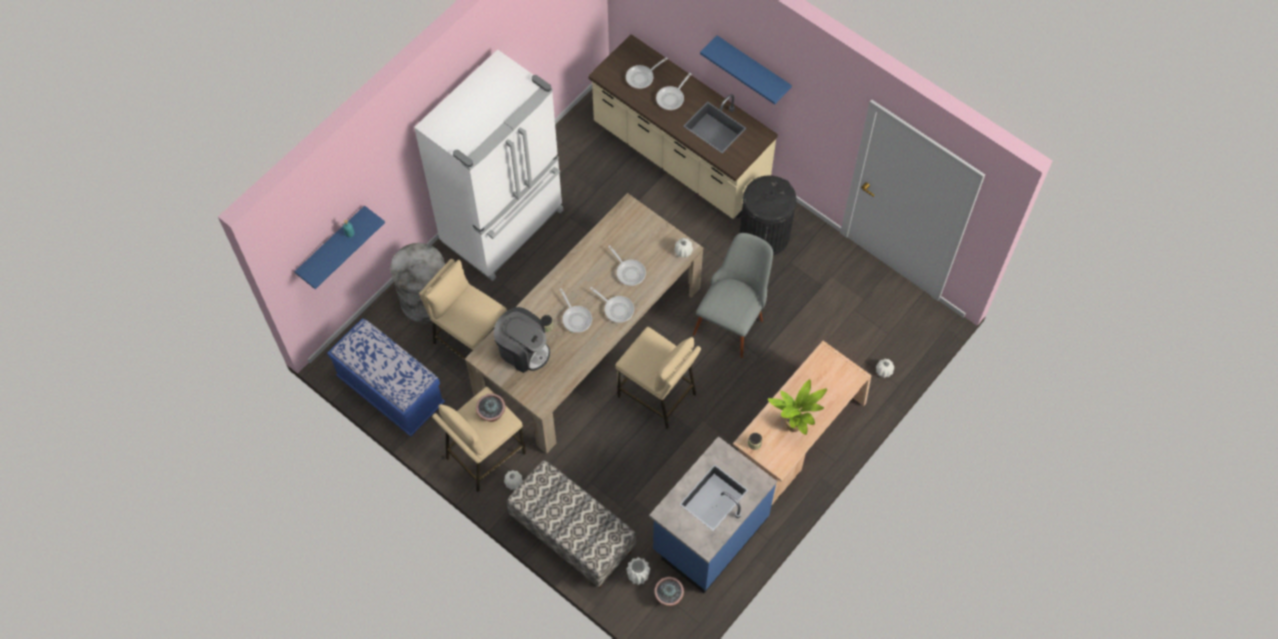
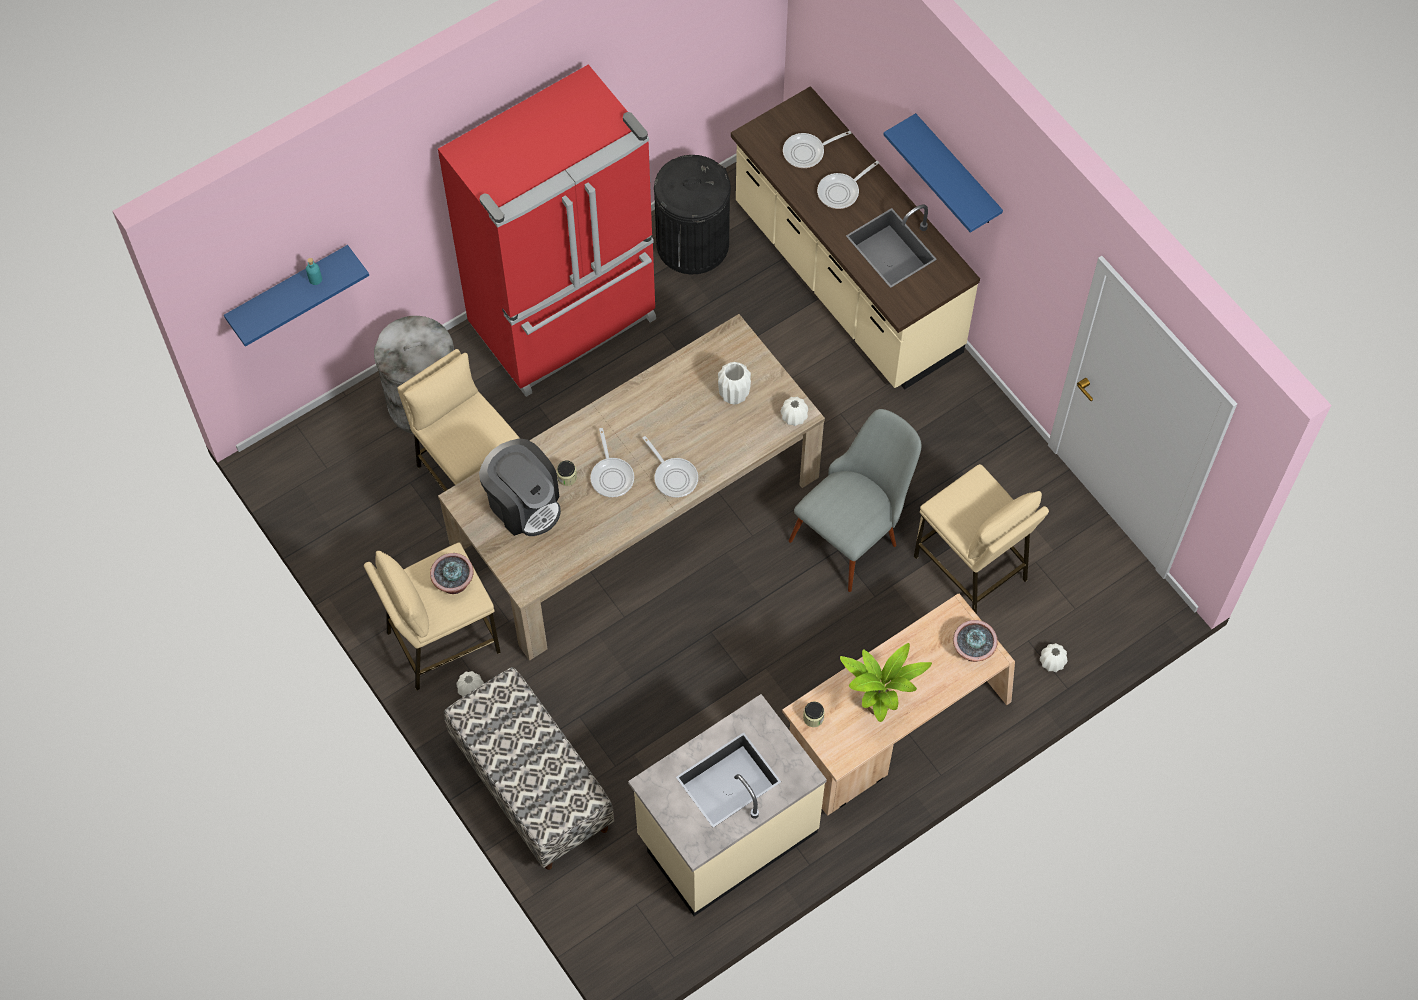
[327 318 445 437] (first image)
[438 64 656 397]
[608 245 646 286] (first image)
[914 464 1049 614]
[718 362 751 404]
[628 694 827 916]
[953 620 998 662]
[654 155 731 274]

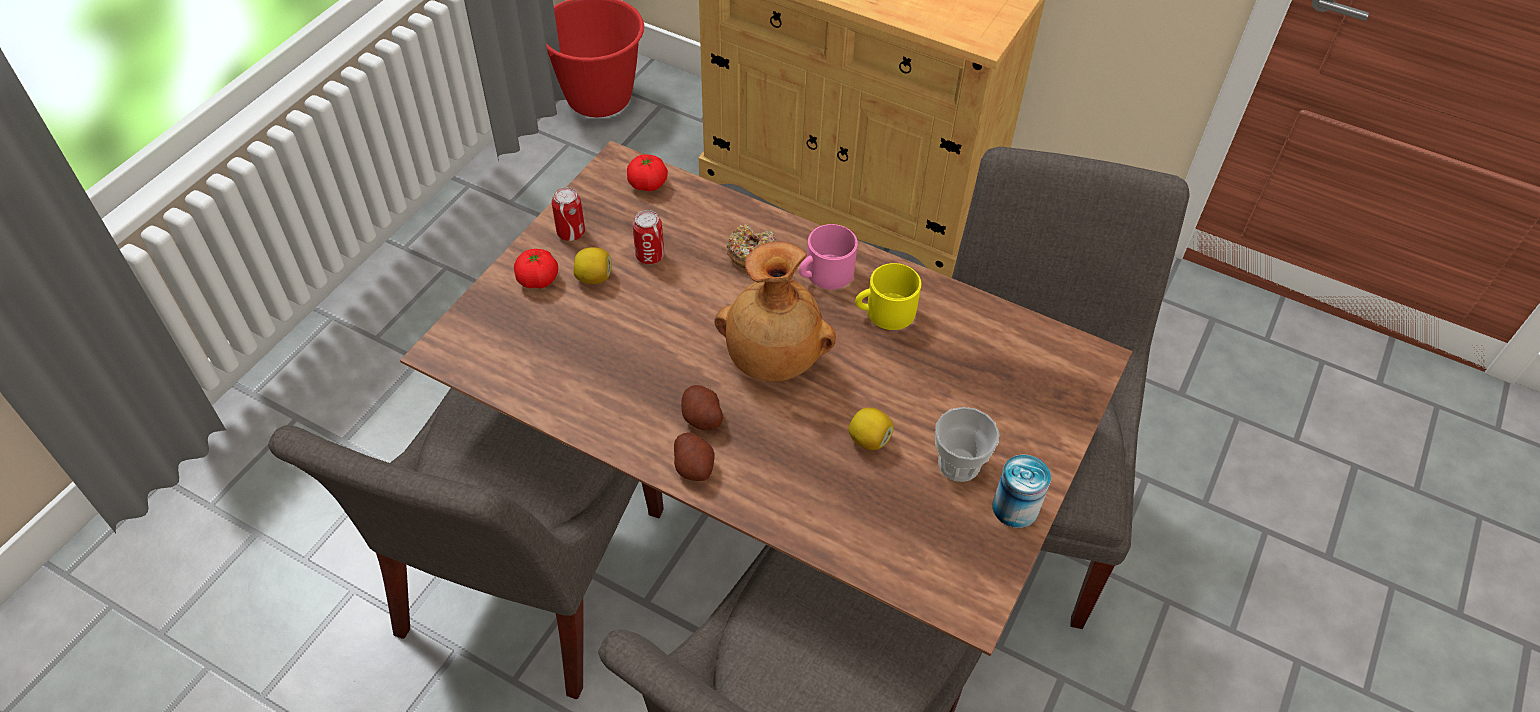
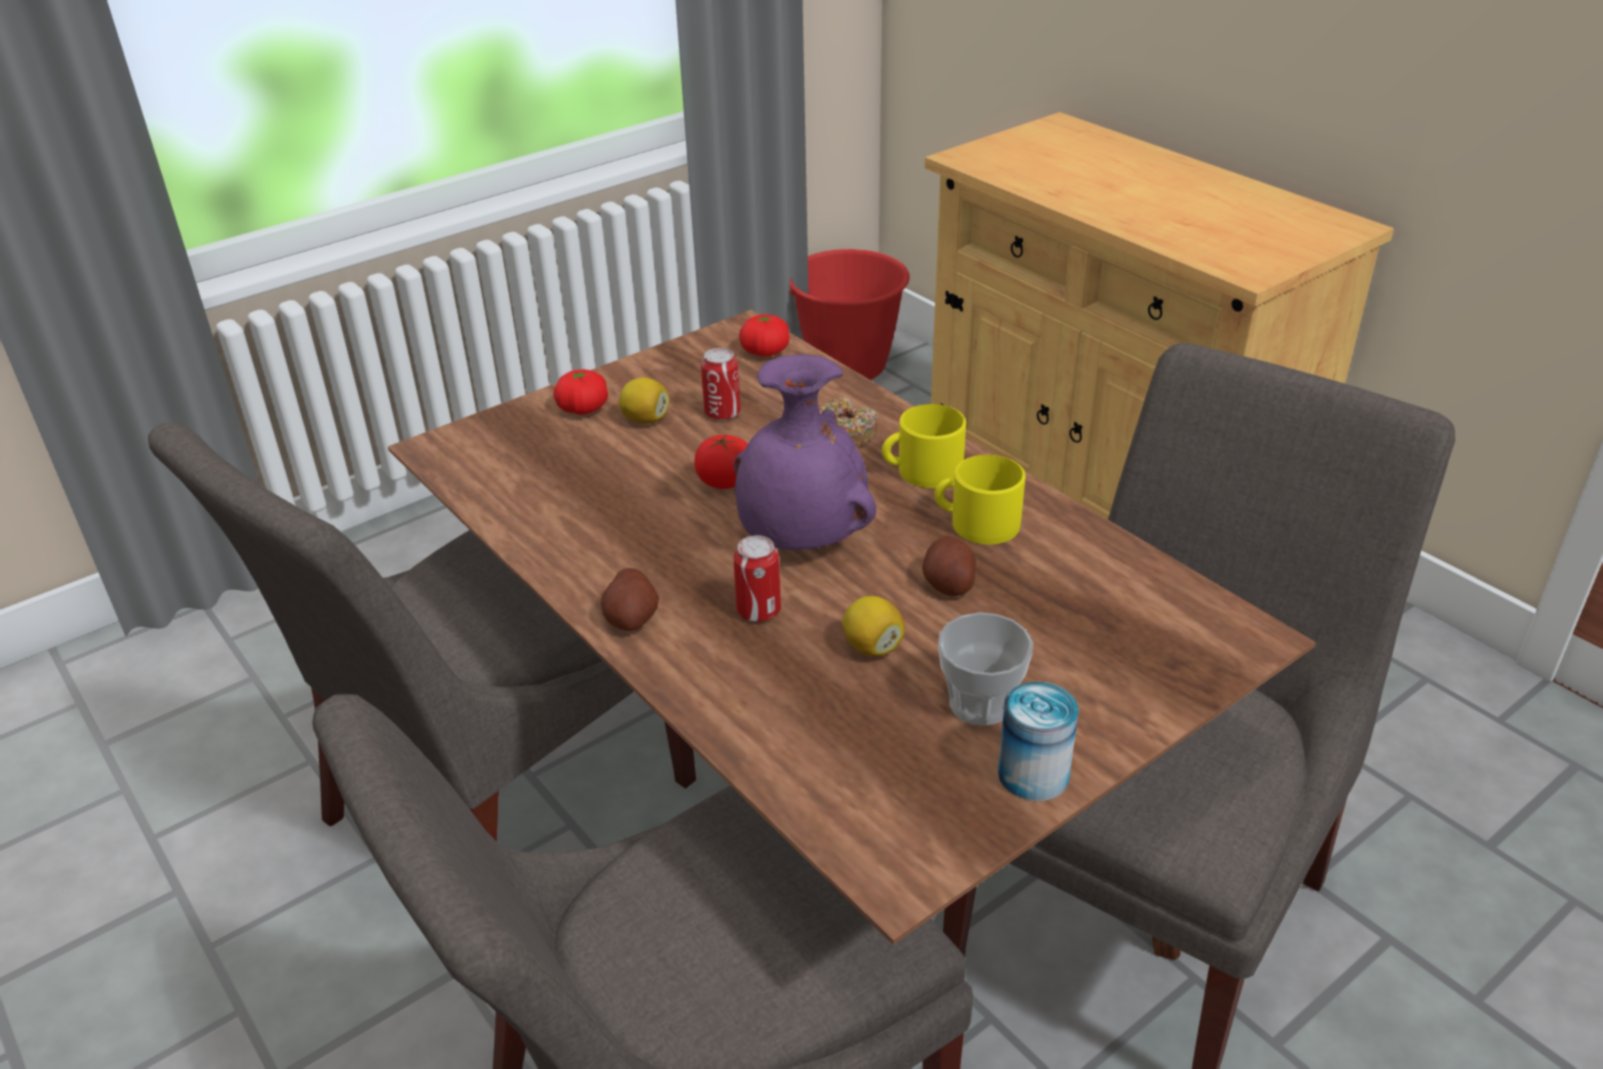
[734 535 781 622]
[922 536 976 596]
[734 354 876 550]
[882 404 966 488]
[694 434 748 489]

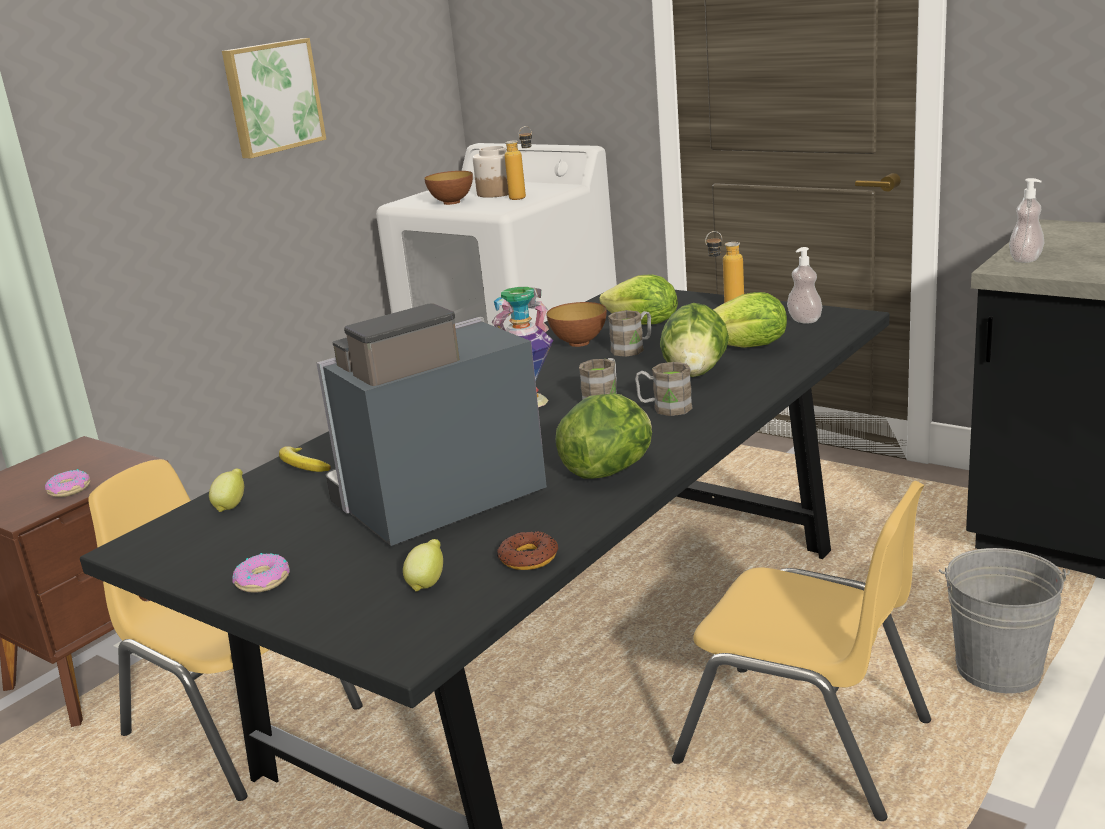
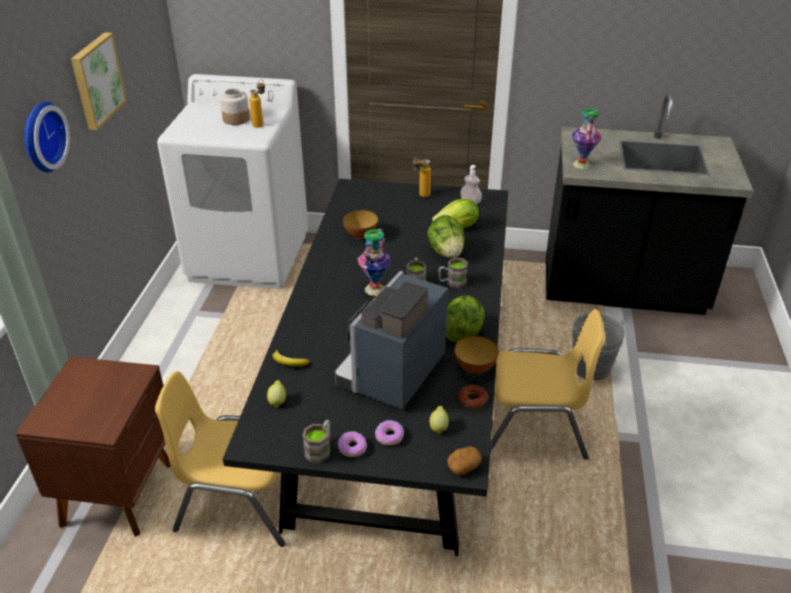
[375 420 404 445]
[454 336 499 374]
[600 275 678 325] (first image)
[302 420 331 463]
[572 108 601 169]
[24 102 70 172]
[447 446 481 475]

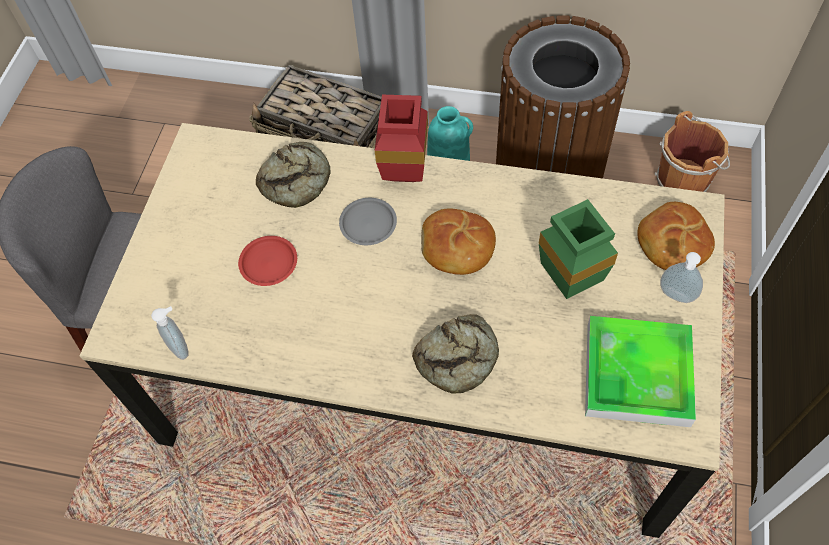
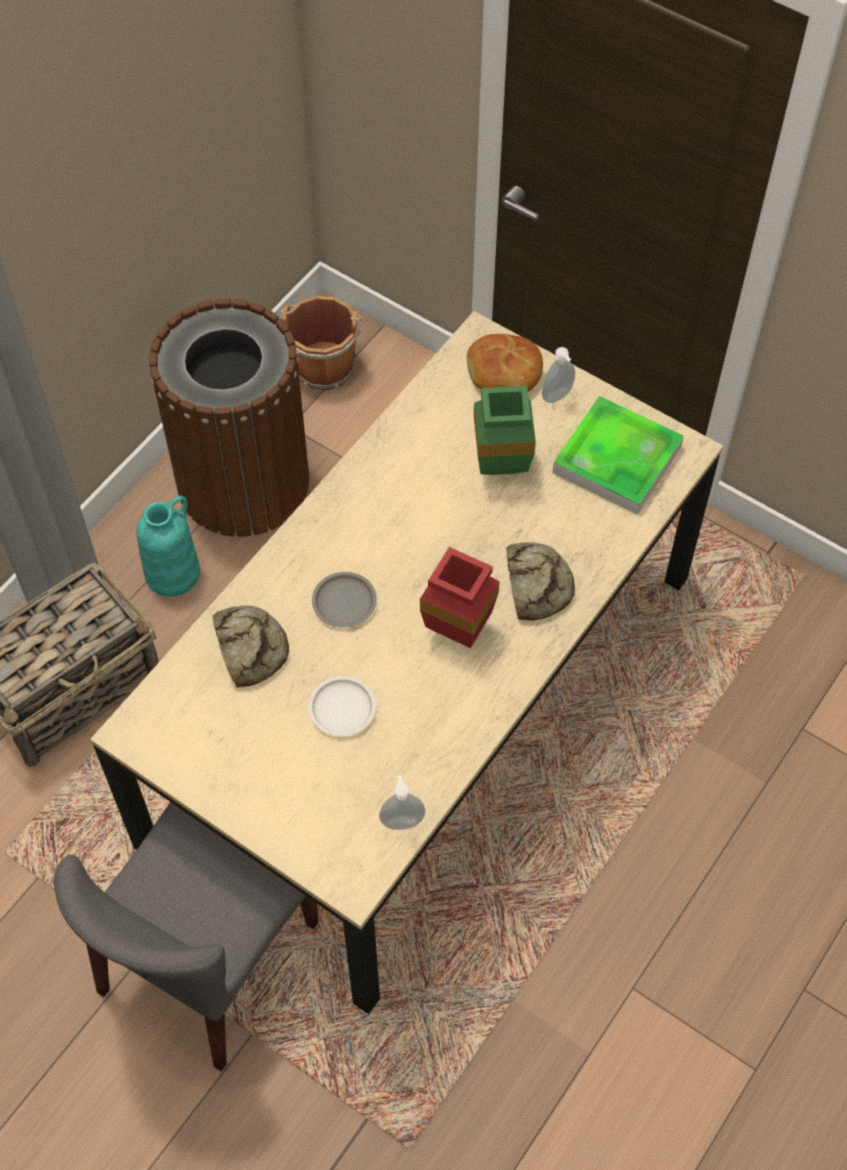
[308 676 376 736]
[420 547 500 648]
[421 209 496 275] (first image)

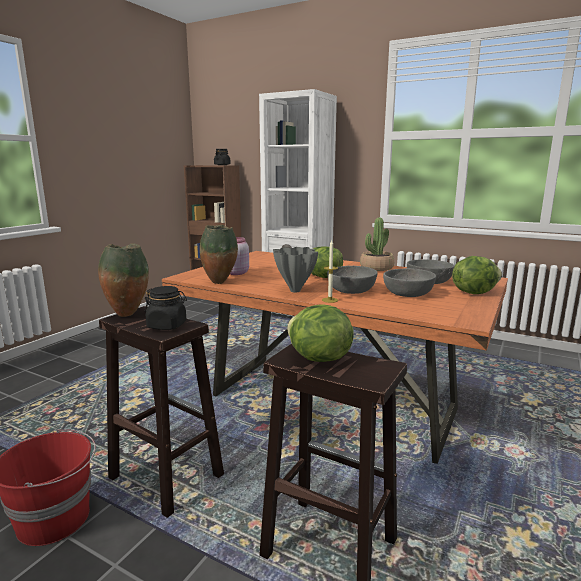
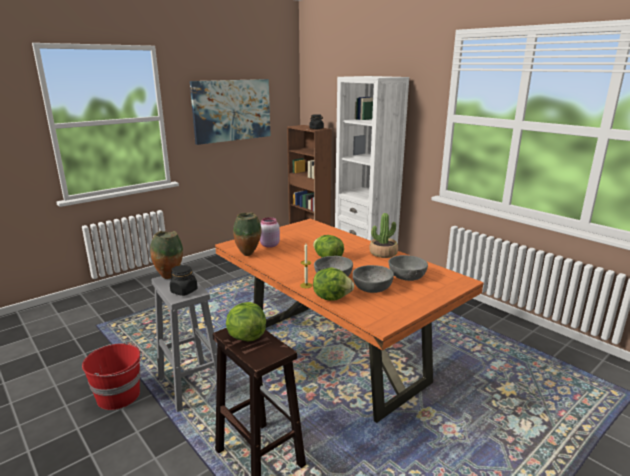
[151 276 217 412]
[273 247 318 292] (first image)
[313 267 354 301]
[190 79 271 145]

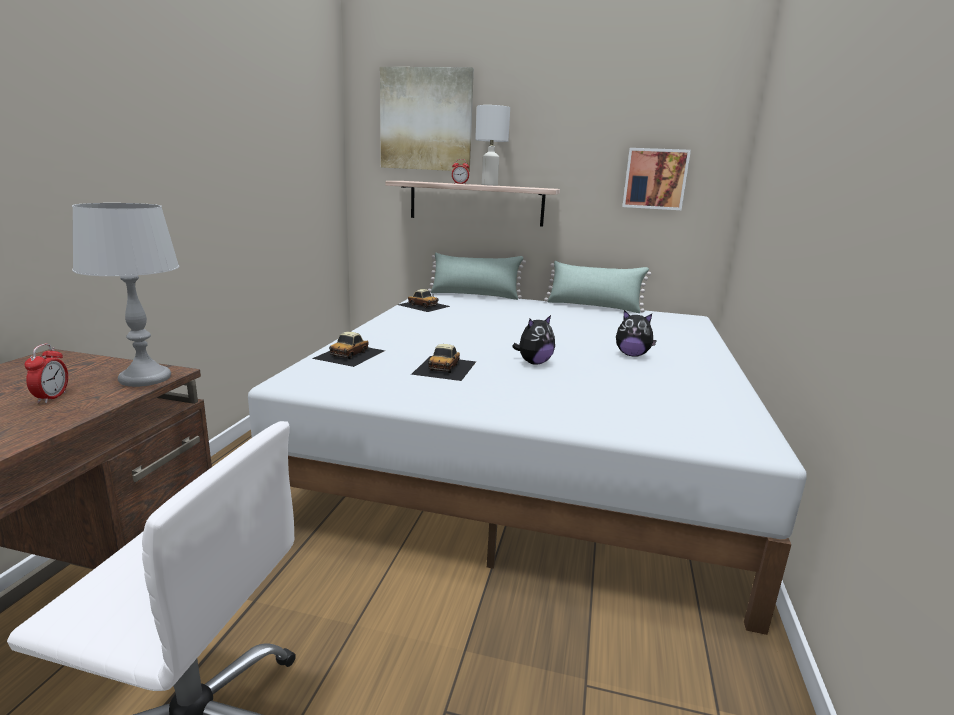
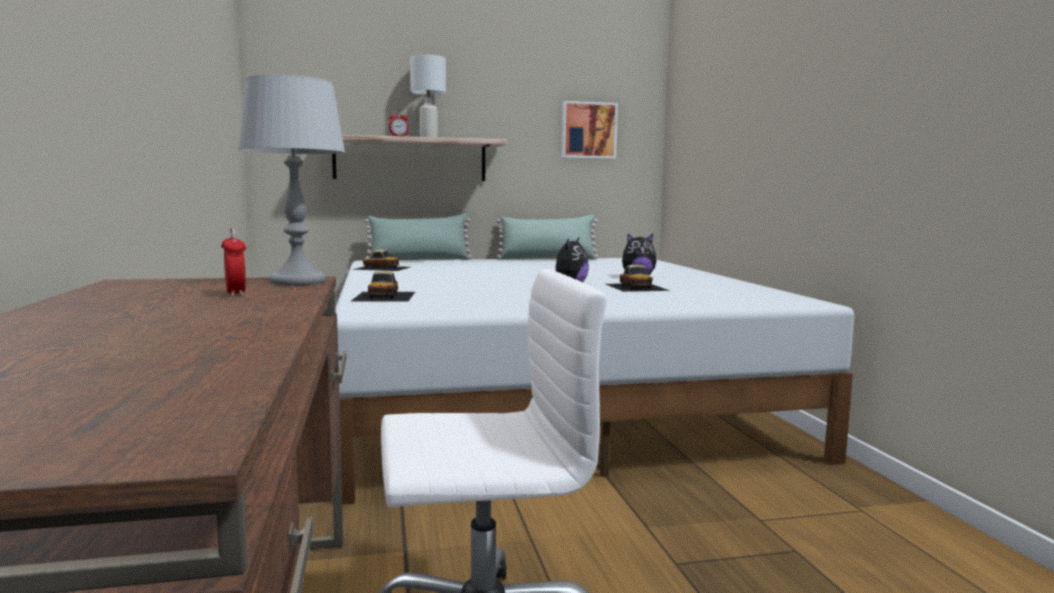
[380 67 474 172] (first image)
[606 265 670 292]

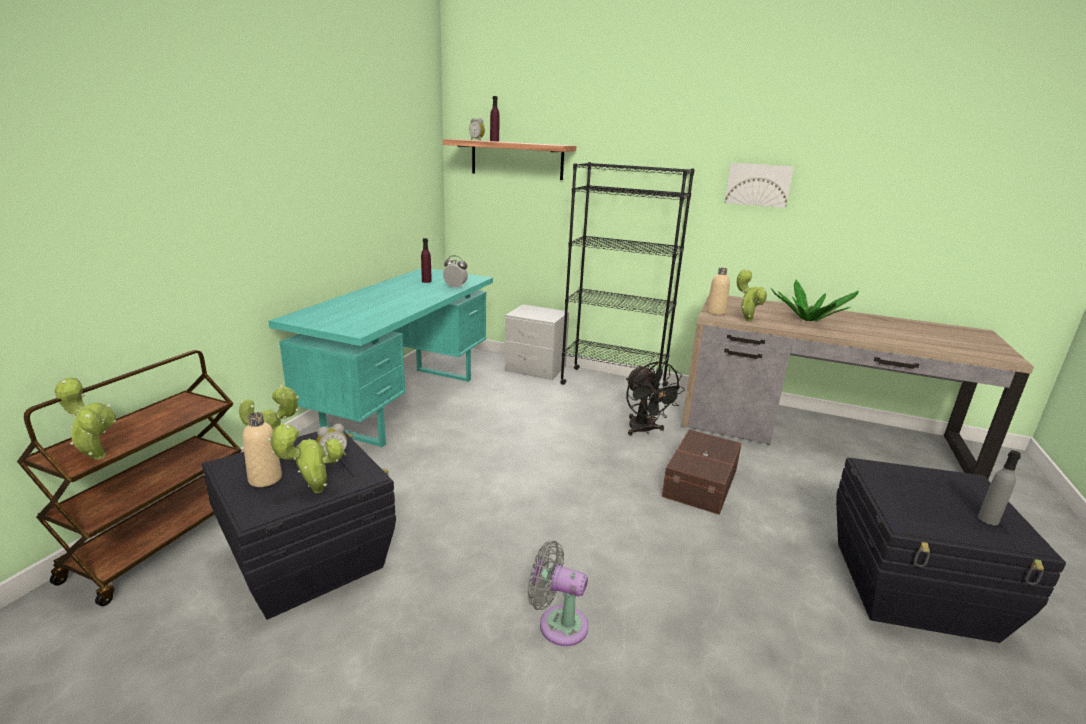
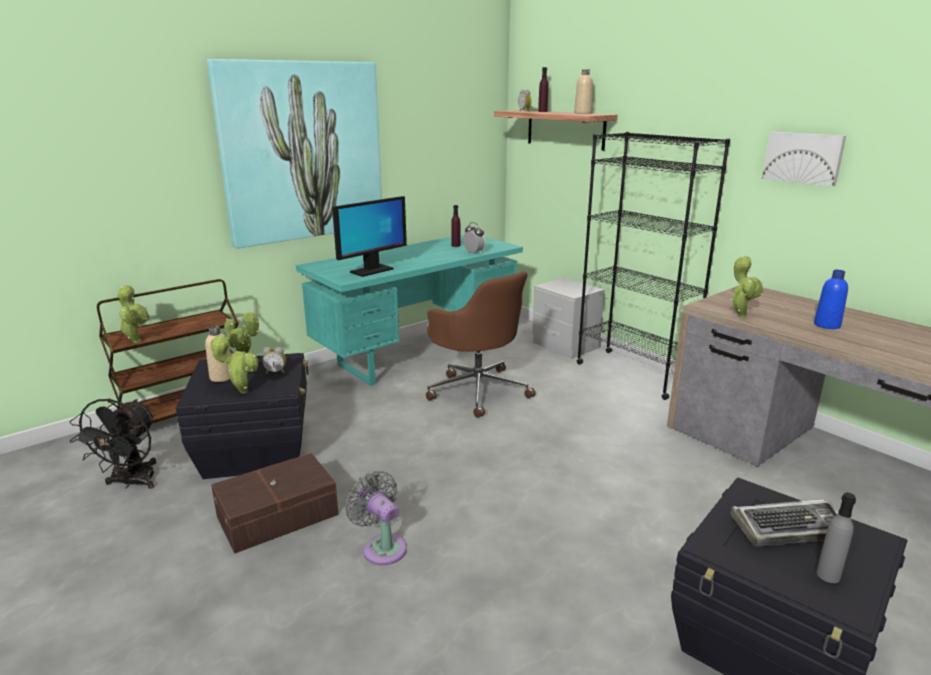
[70 398 156 489]
[211 453 339 554]
[574 69 593 114]
[814 270 848 329]
[207 59 382 248]
[332 196 407 277]
[426 271 536 418]
[731 499 838 547]

